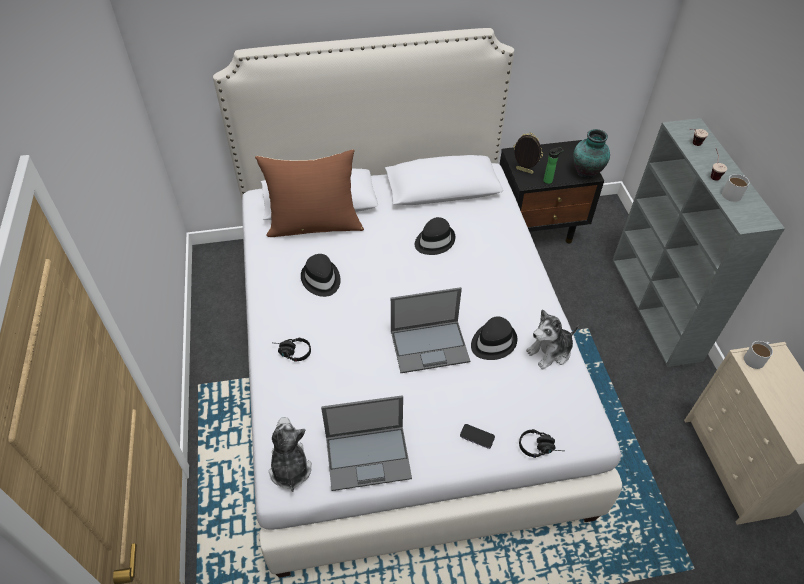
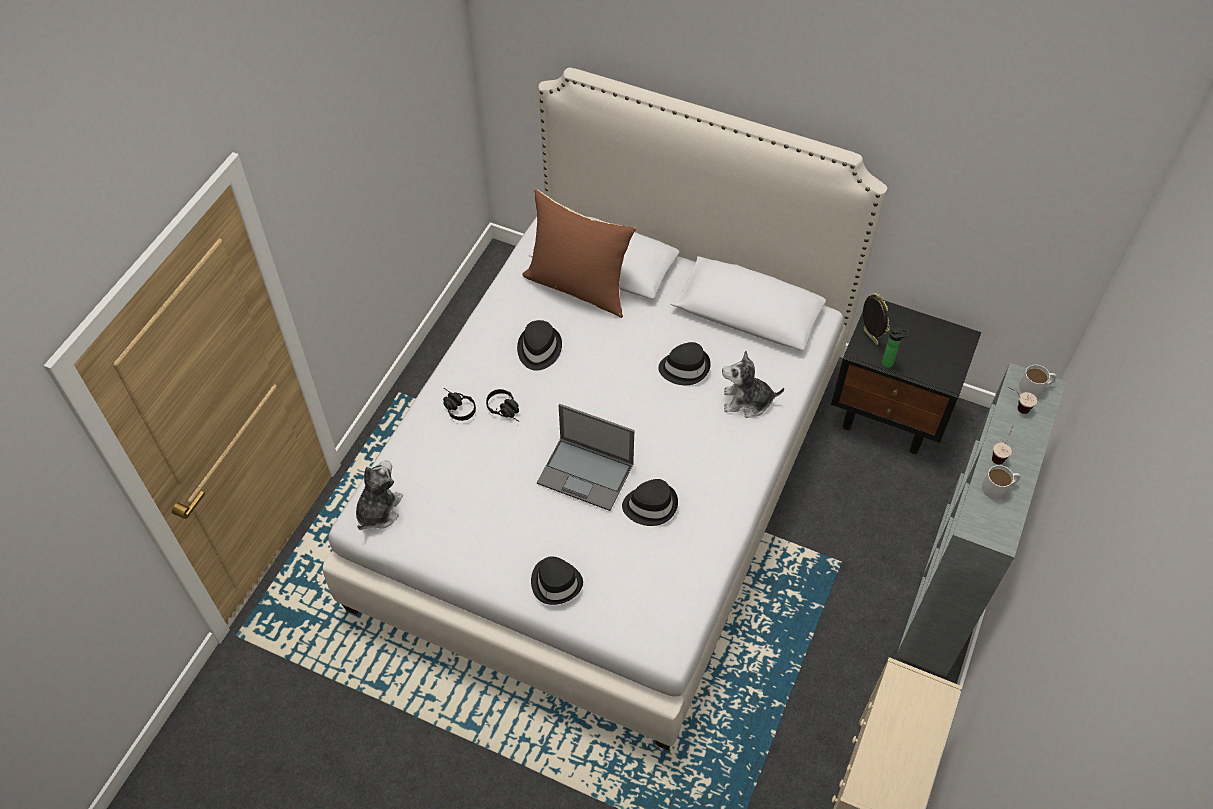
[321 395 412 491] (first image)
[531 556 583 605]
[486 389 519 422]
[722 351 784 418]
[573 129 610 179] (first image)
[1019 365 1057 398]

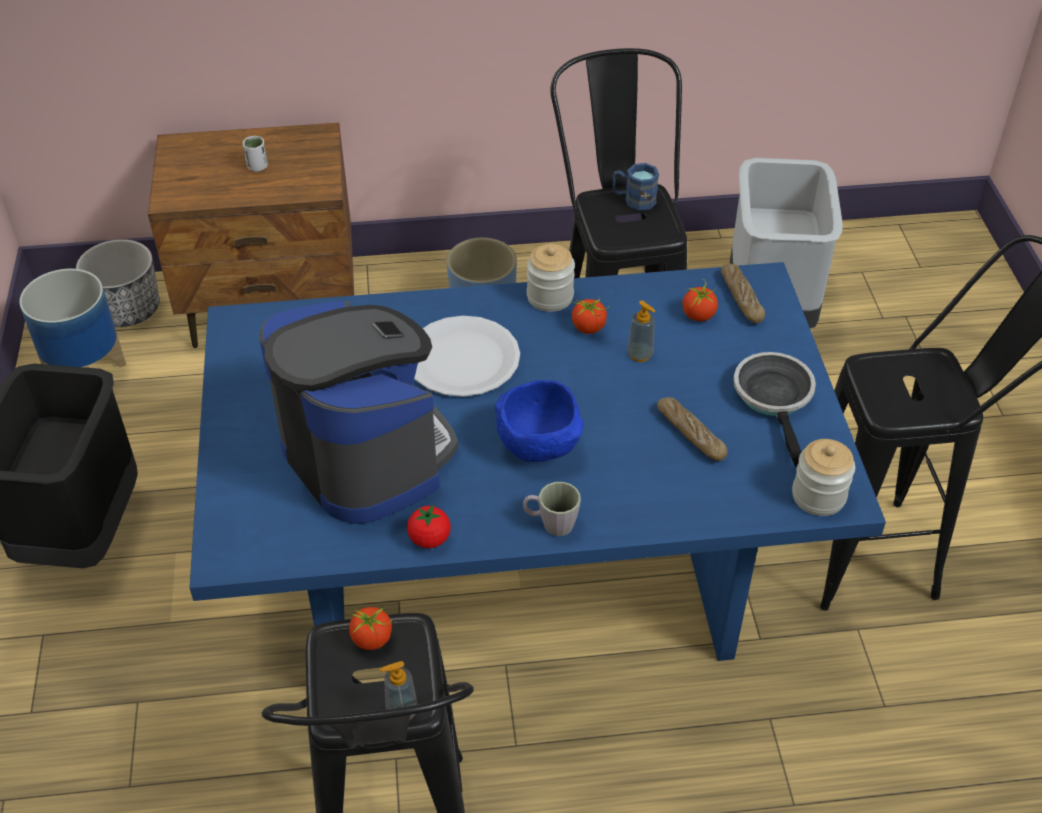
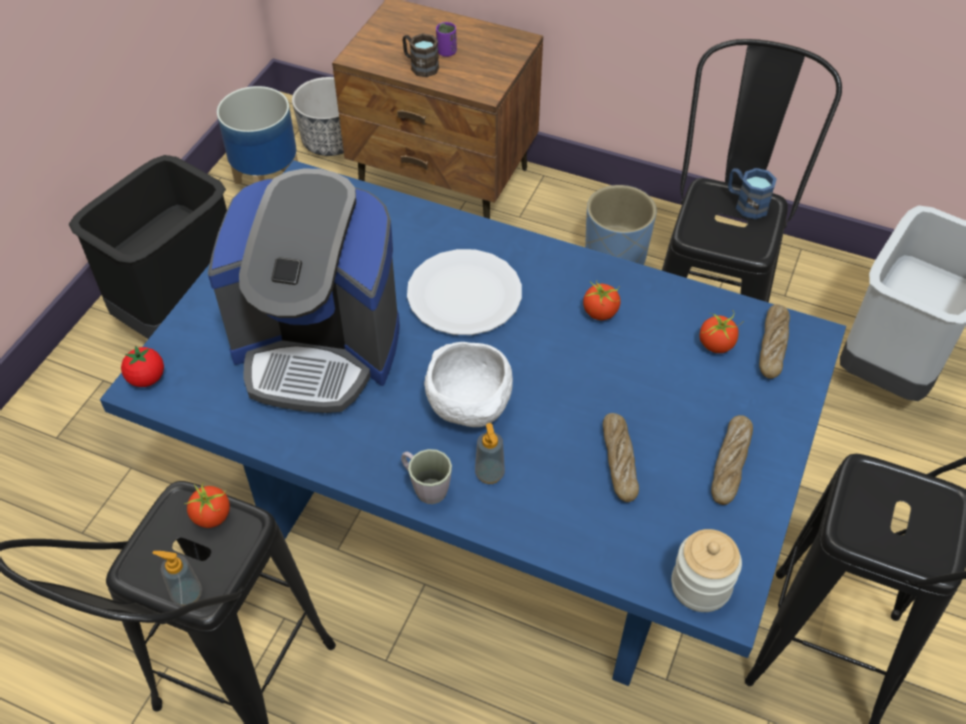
[436 22 457 57]
[208 169 400 413]
[121 346 164 387]
[424 342 513 427]
[527 244 575 312] (first image)
[475 423 505 484]
[711 415 753 505]
[402 34 439 77]

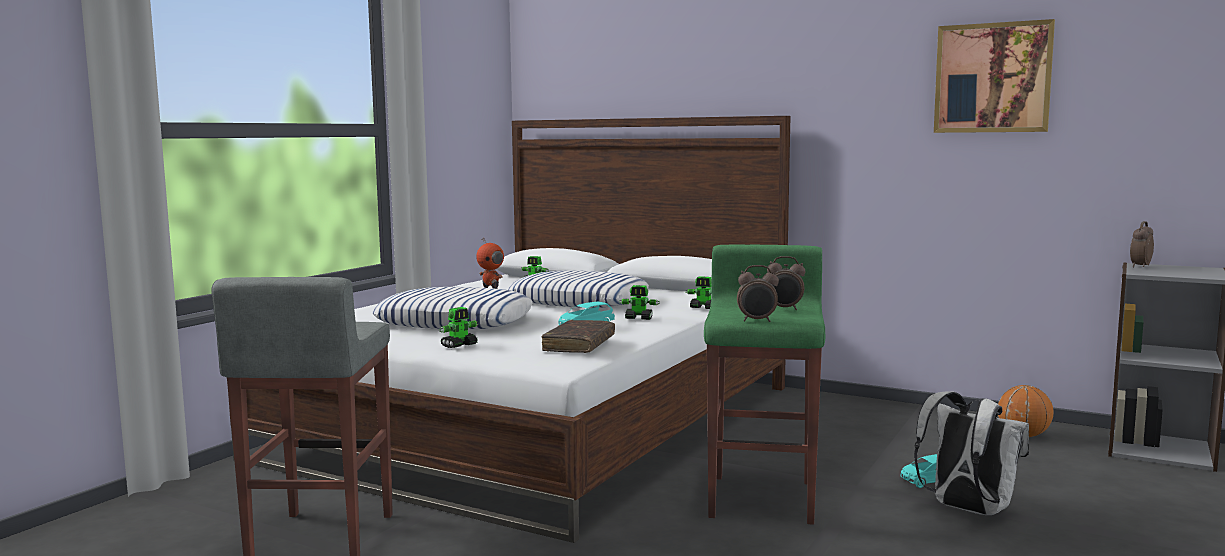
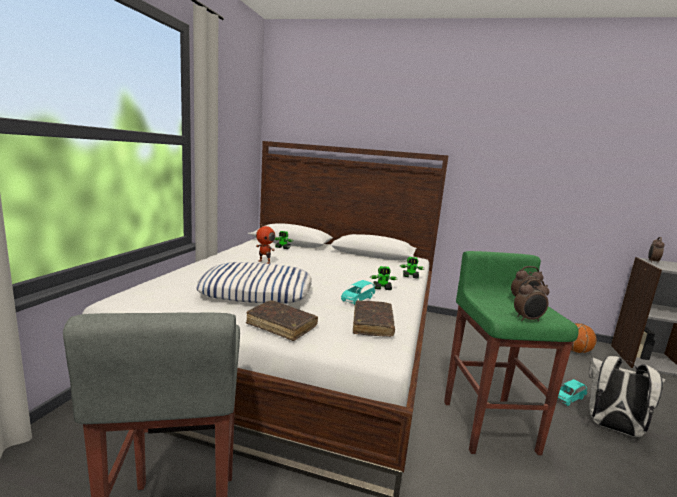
[246 300 318 341]
[508 270 649 308] (first image)
[934 19 1055 133] (first image)

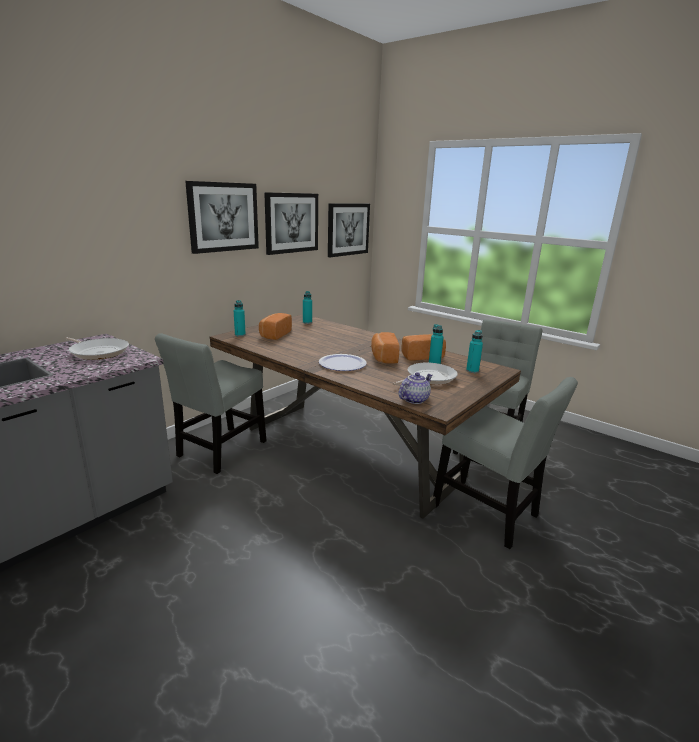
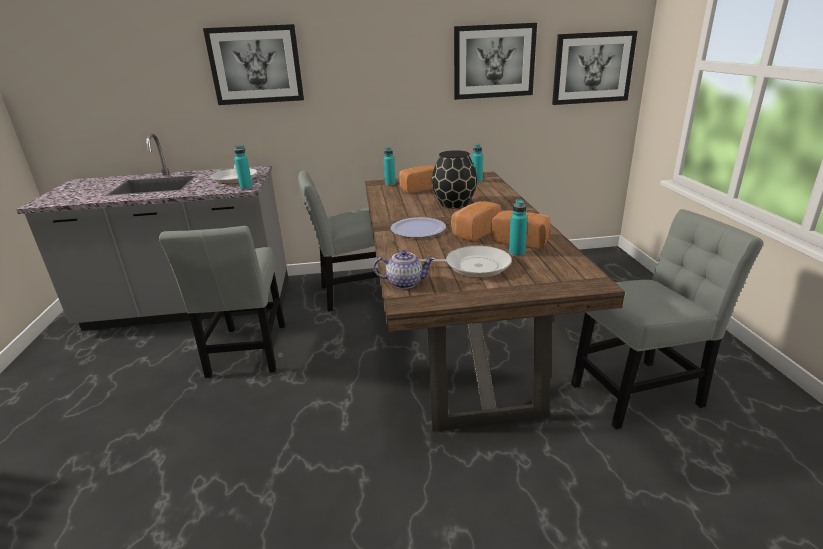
[203 24 304 105]
[159 226 285 378]
[234 145 253 189]
[432 150 477 209]

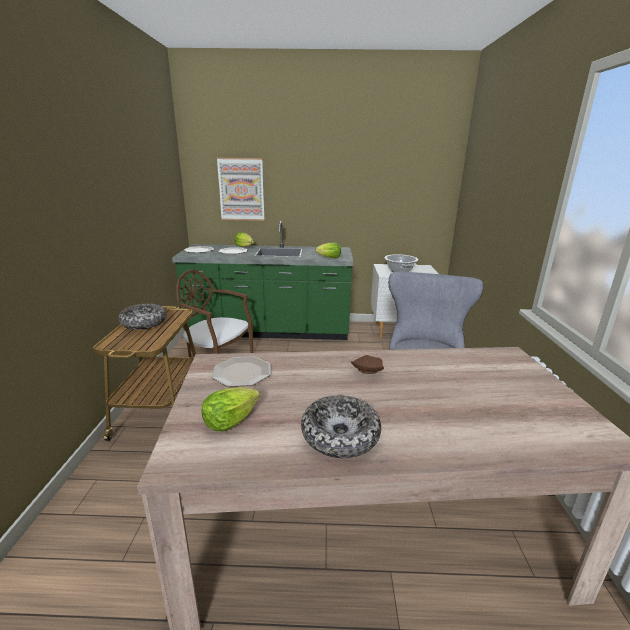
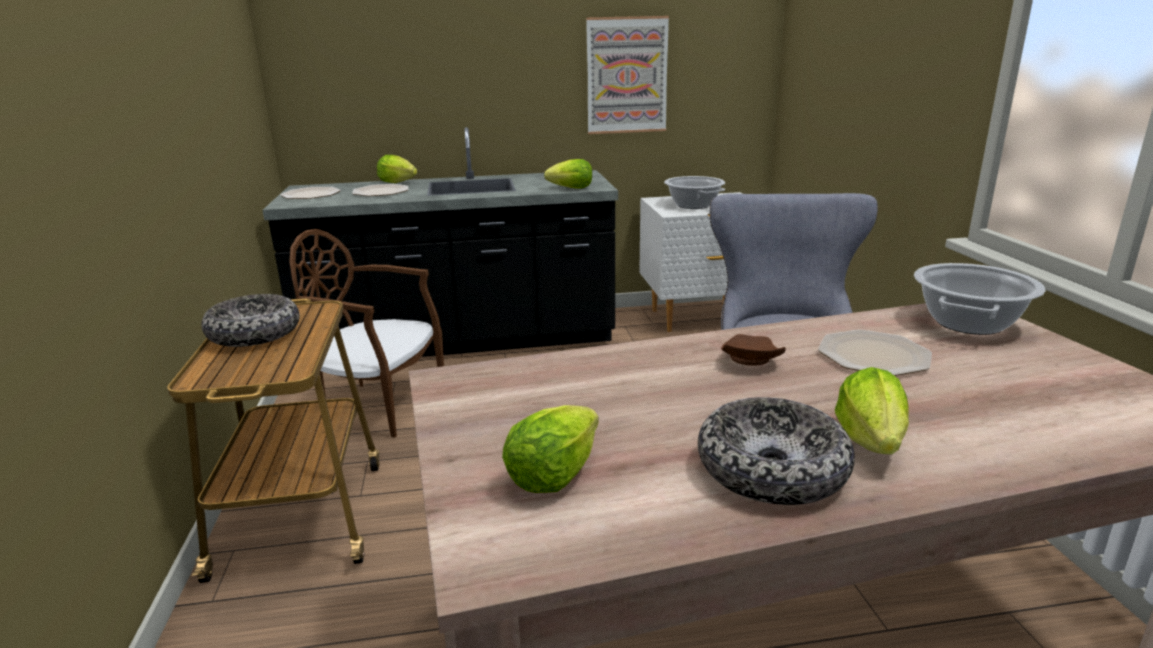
[262 127 618 357]
[818 330 932 376]
[586 16 669 134]
[835 367 909 454]
[914 263 1046 335]

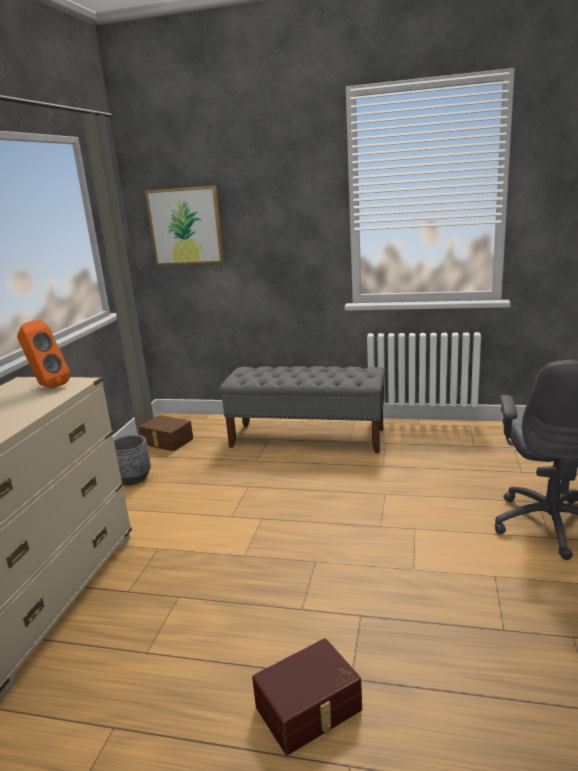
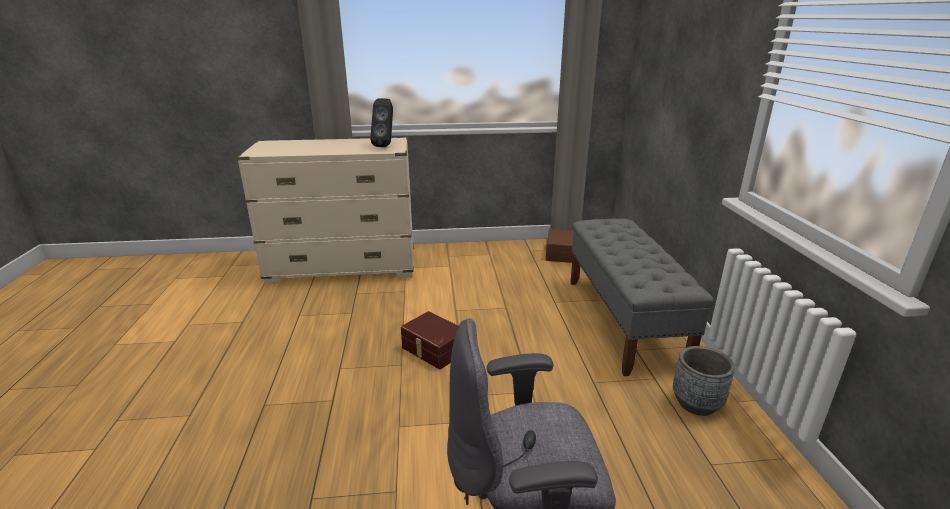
[370 98 393 147]
[673 346 735 416]
[145 185 225 265] (first image)
[401 311 459 370]

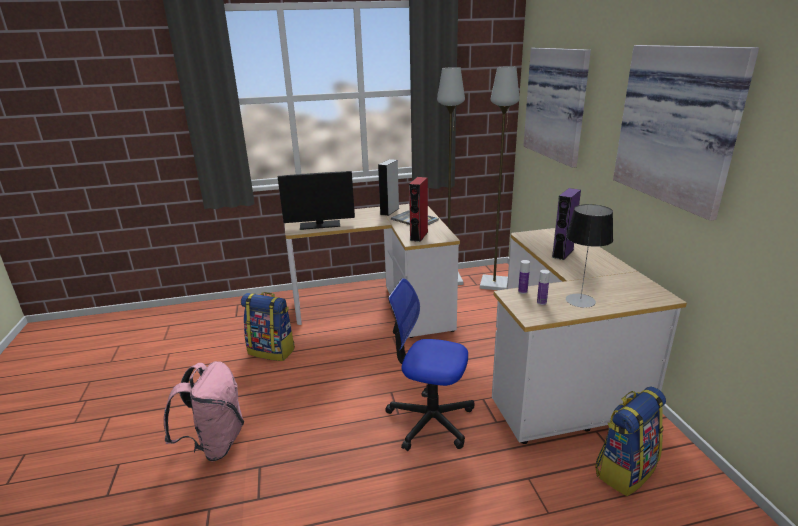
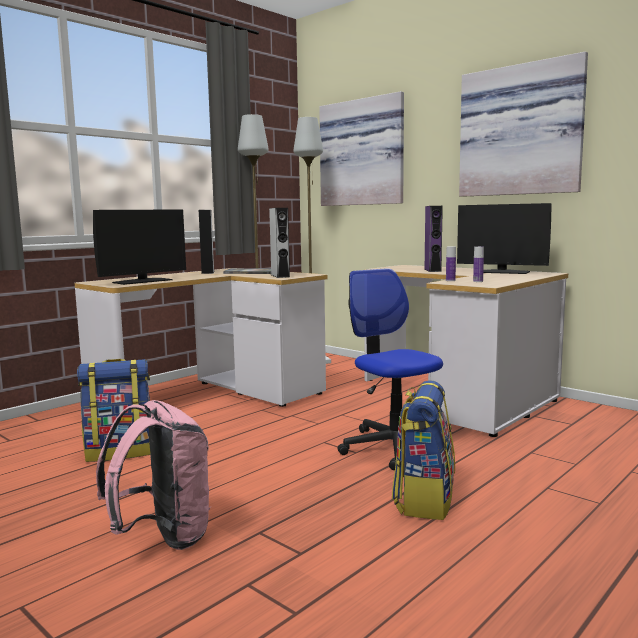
[337 268 443 470]
[269 208 290 278]
[566 204 613 308] (first image)
[392 380 455 520]
[457 203 552 274]

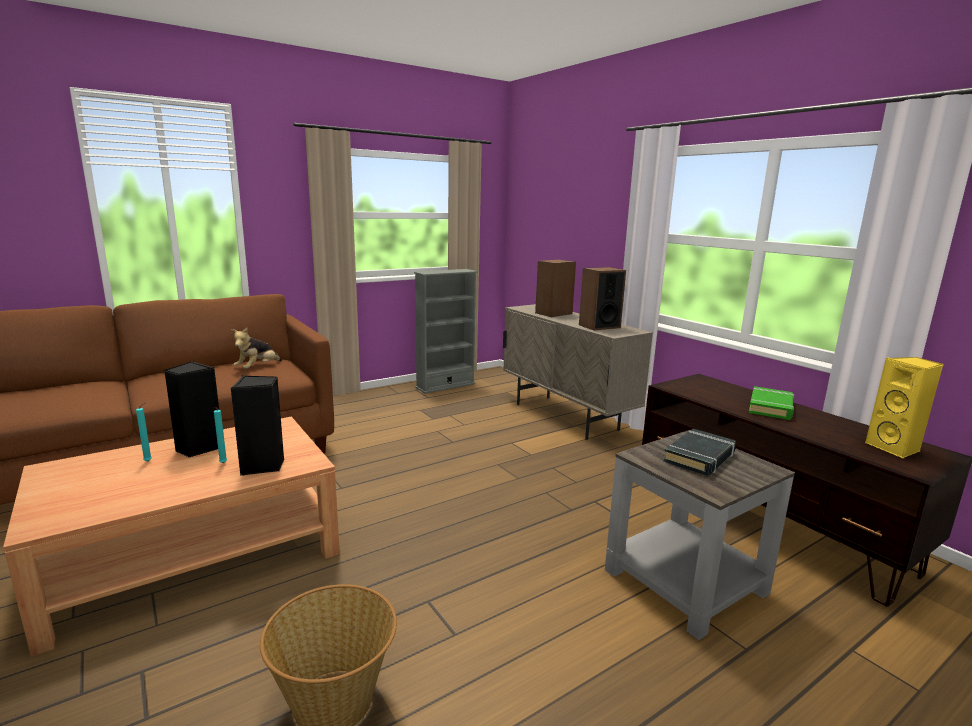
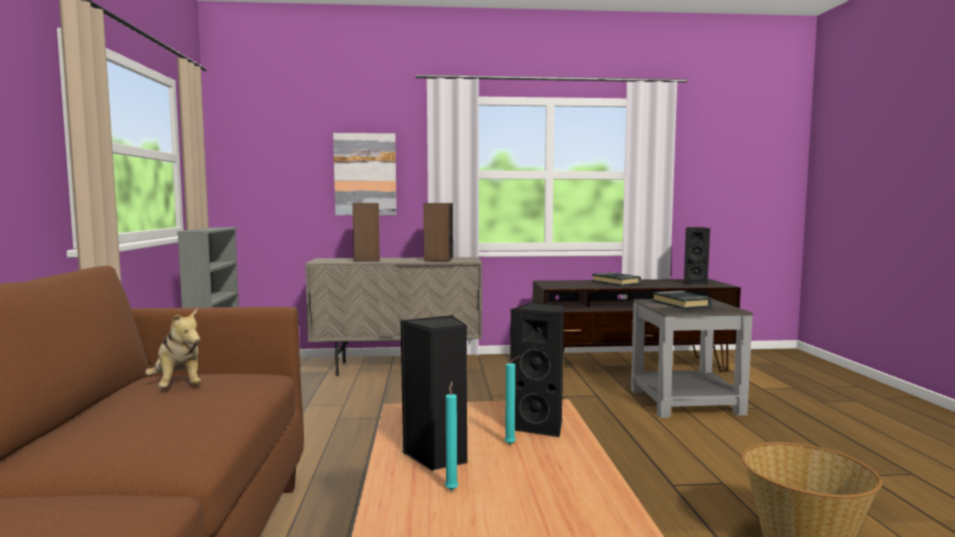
[592 272 641 286]
[684 227 710 284]
[333 133 397 216]

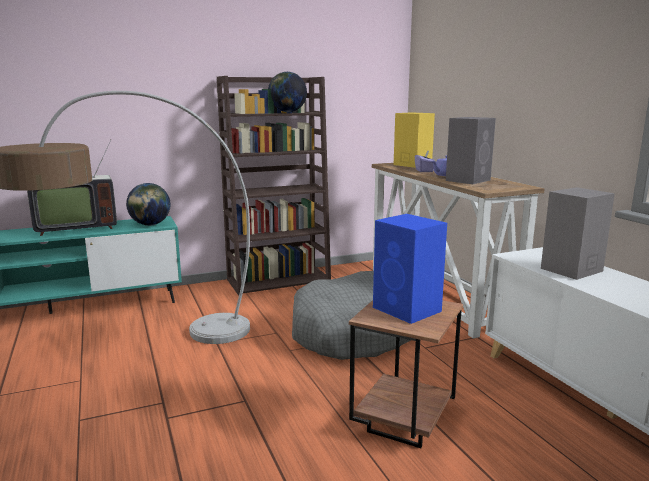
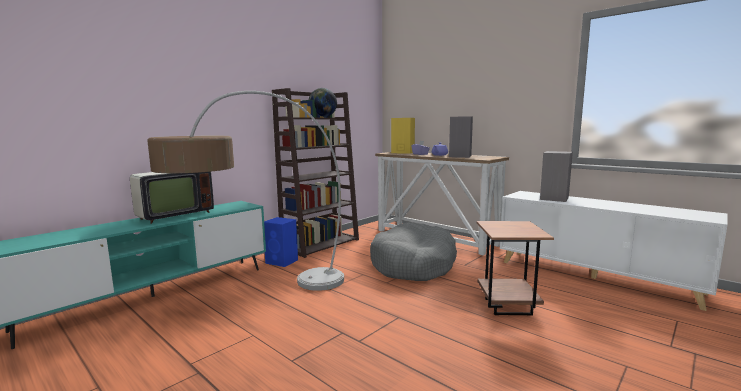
[126 183 171 226] (first image)
[264 217 298 267]

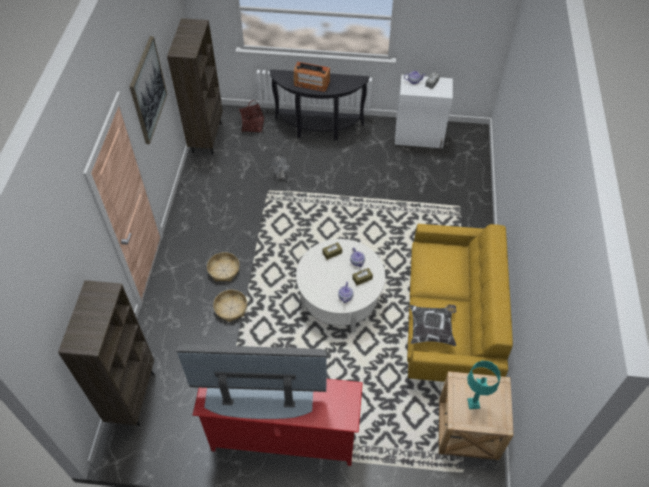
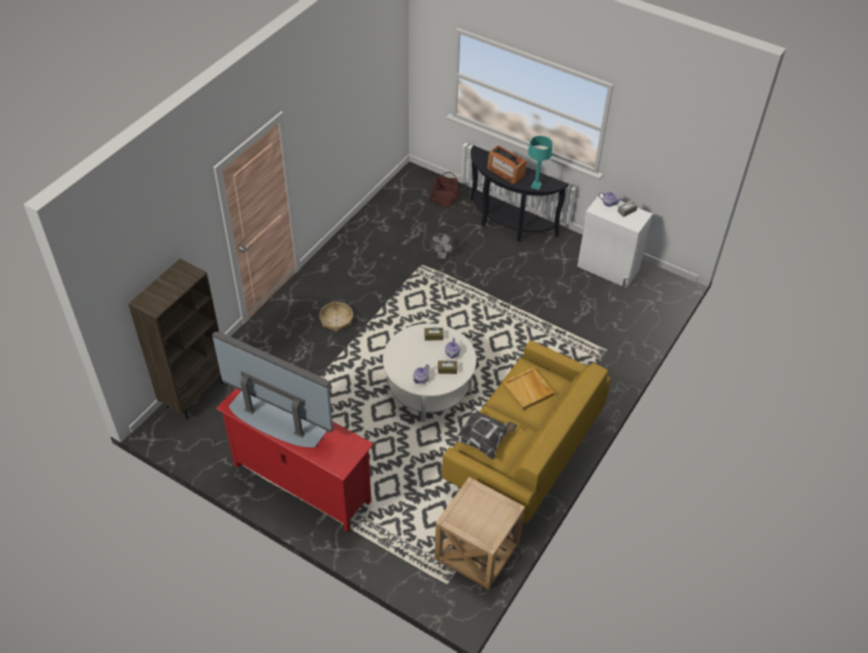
[129 36 167 144] (first image)
[167 18 223 155] (first image)
[213 290 247 322] (first image)
[528 136 552 190]
[502 367 554 410]

